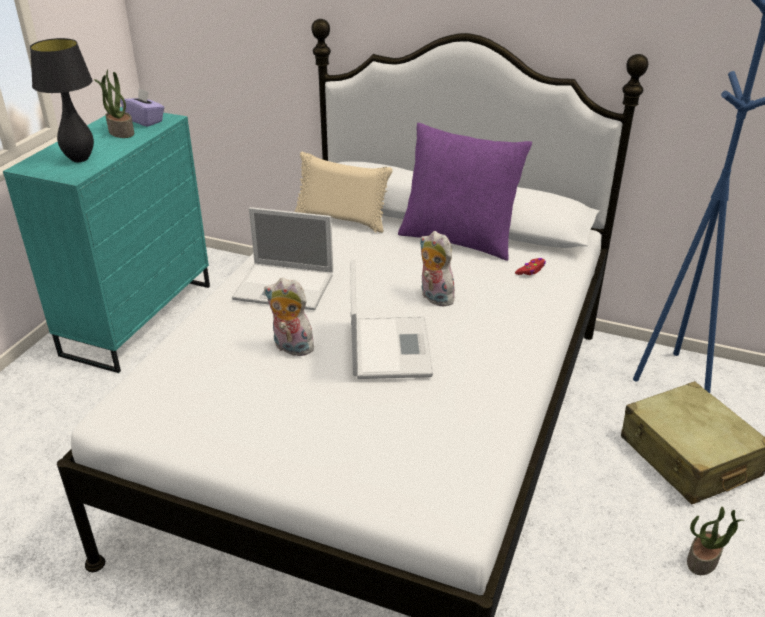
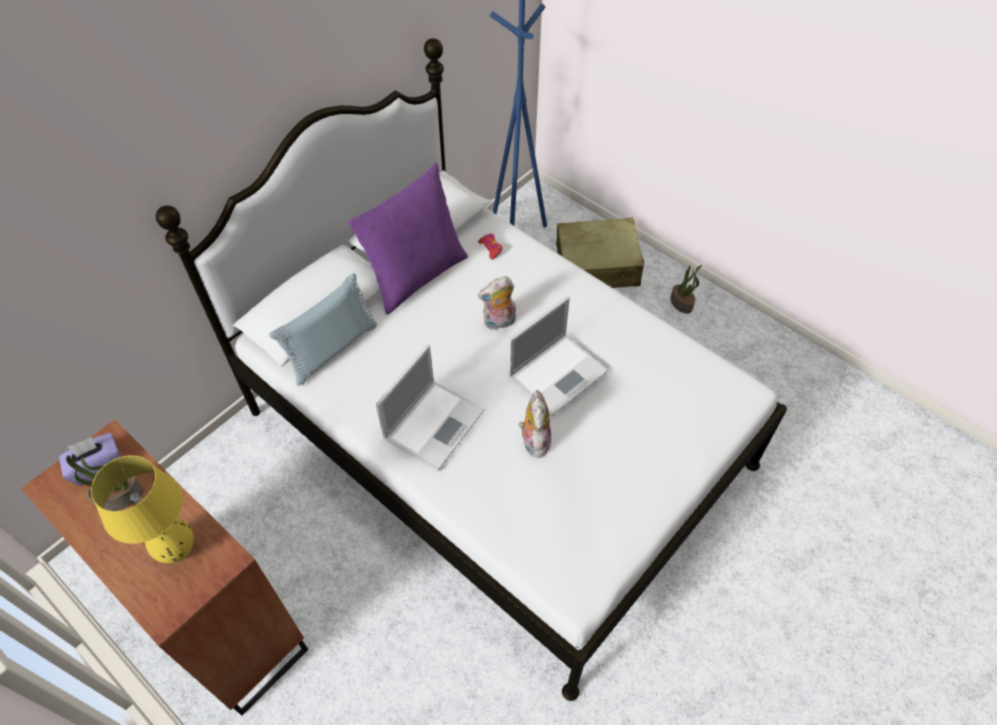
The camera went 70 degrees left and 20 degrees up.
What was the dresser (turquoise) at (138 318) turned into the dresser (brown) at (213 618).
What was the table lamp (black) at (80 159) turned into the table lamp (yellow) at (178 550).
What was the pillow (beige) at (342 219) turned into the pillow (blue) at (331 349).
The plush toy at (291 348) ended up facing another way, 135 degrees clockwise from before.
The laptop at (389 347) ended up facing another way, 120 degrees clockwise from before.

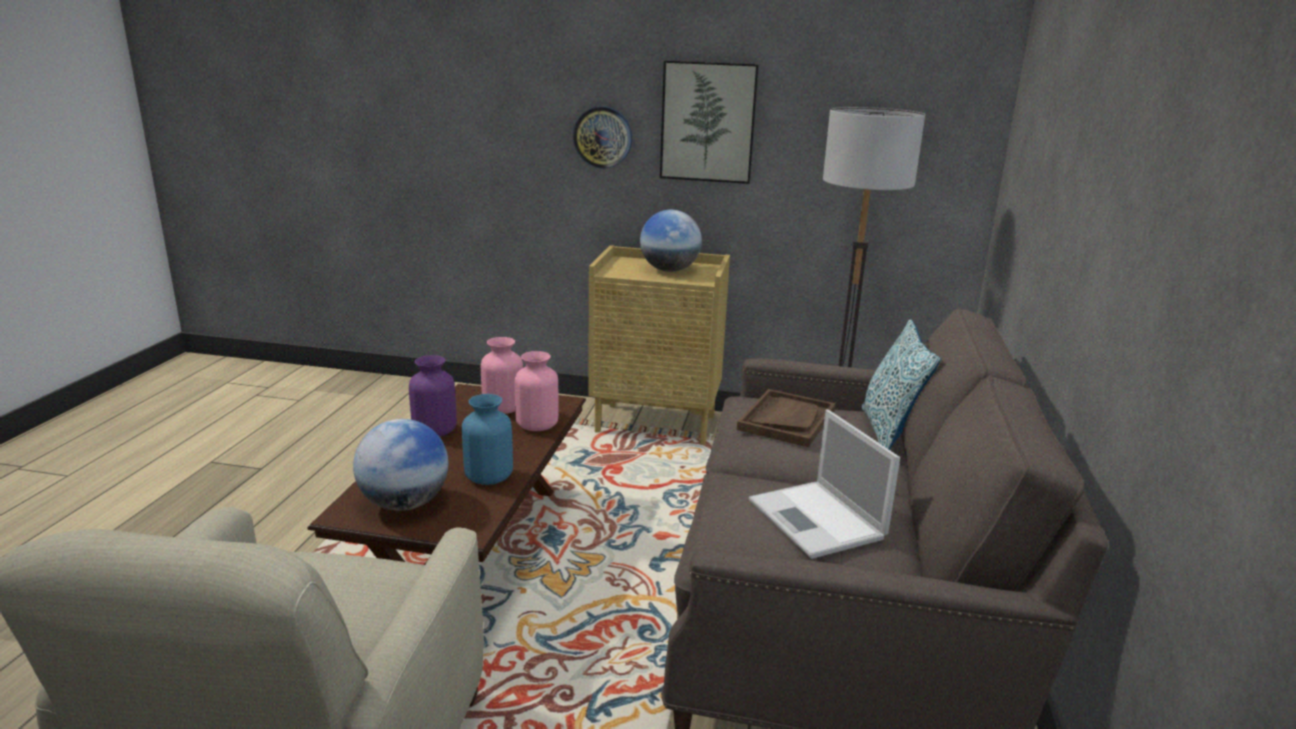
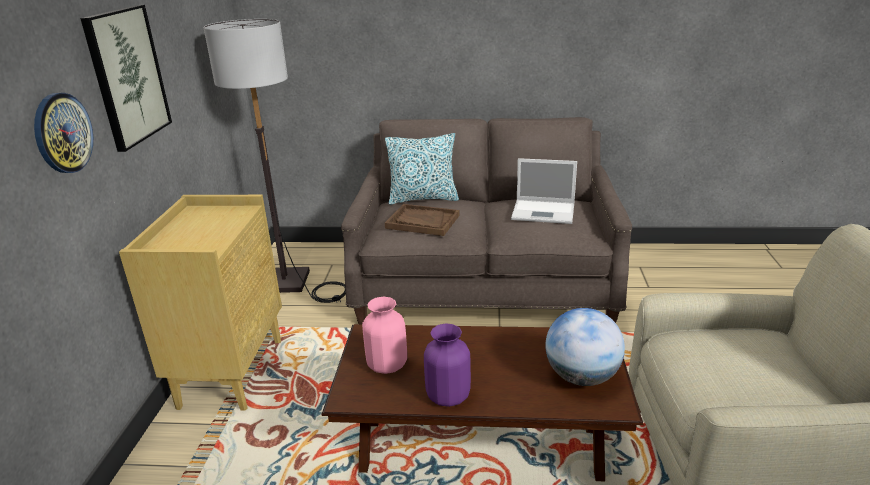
The camera went 95 degrees left and 5 degrees up.
The second view lost the vase (blue) at (489 477).
The second view lost the vase (pink) at (537 425).
The second view lost the globe at (669 270).
The laptop at (817 520) ended up facing another way, 45 degrees clockwise from before.

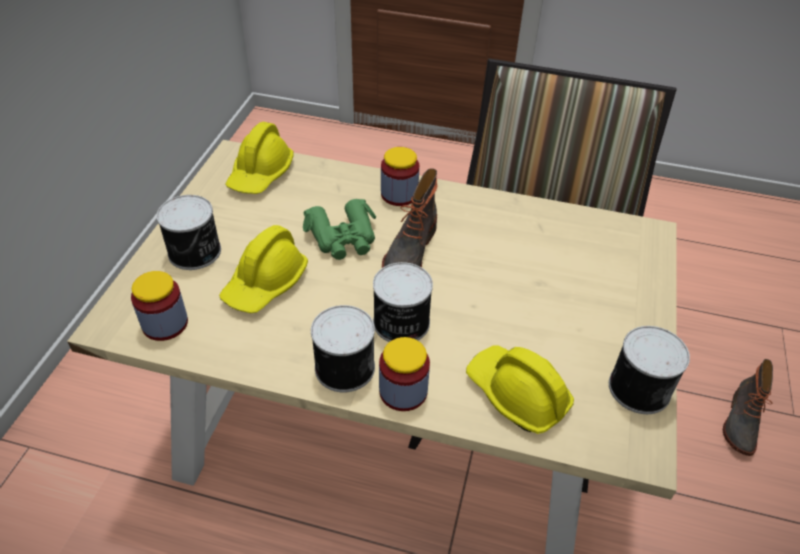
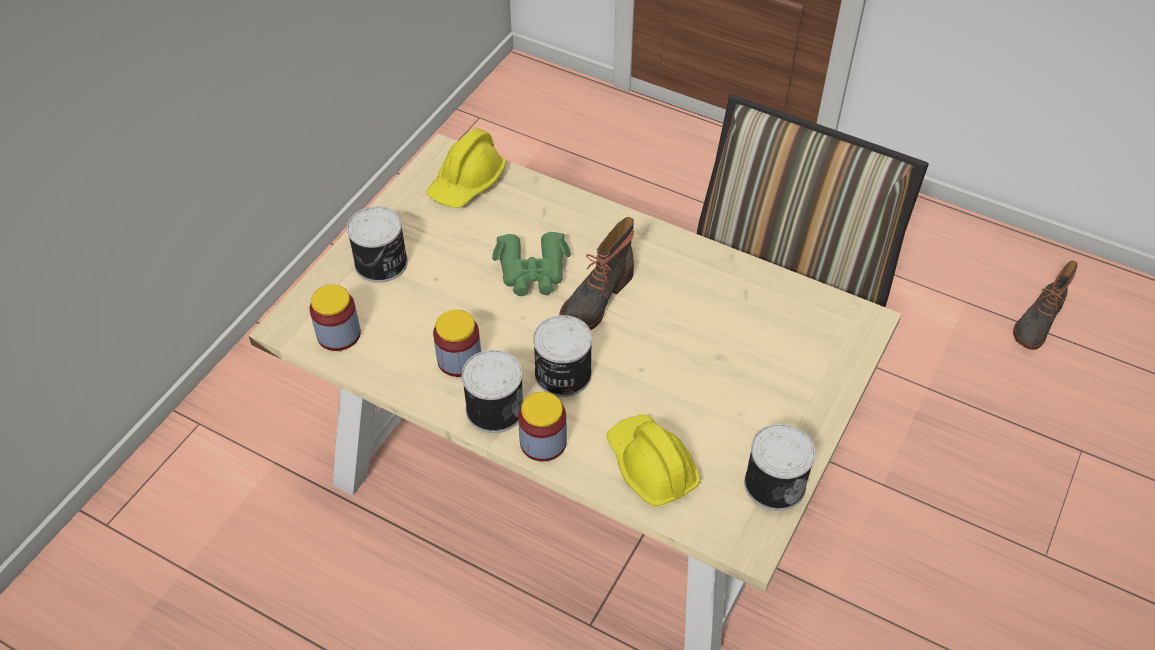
The camera went 15 degrees right and 5 degrees up.
The second view lost the hard hat (yellow) at (265 284).
The jar ended up elsewhere, having gone from (399 194) to (459 359).
The boot ended up elsewhere, having gone from (740 422) to (1036 322).

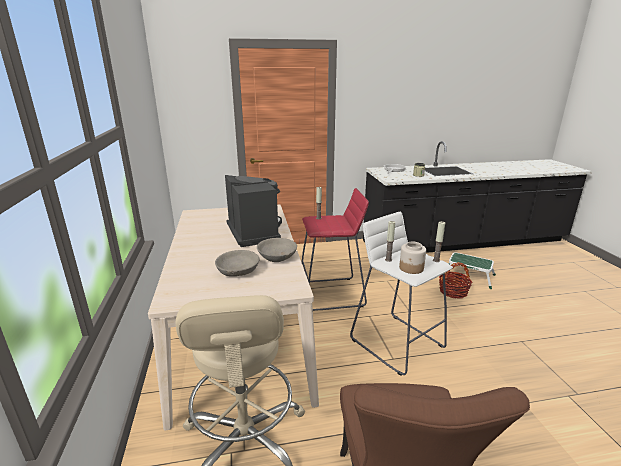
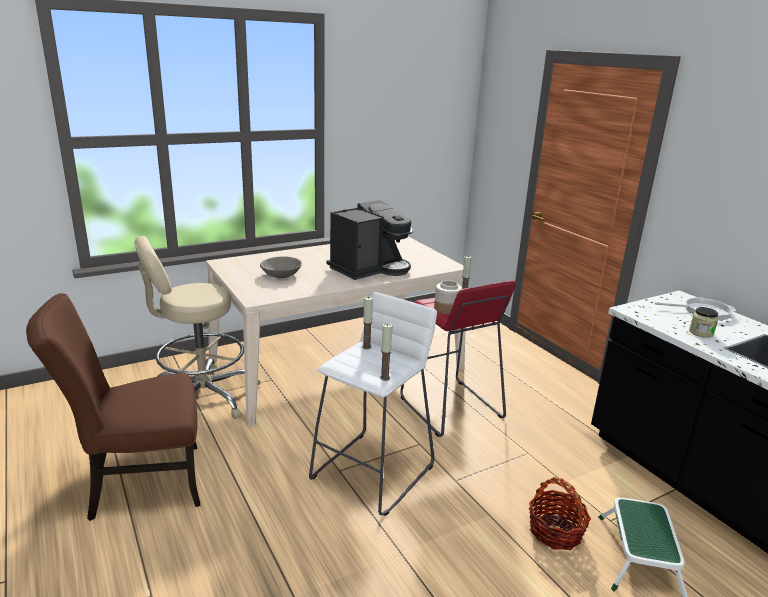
The camera went 70 degrees right and 0 degrees up.
The second view lost the bowl (grey) at (277 257).
The jar ended up elsewhere, having gone from (411 268) to (446 309).

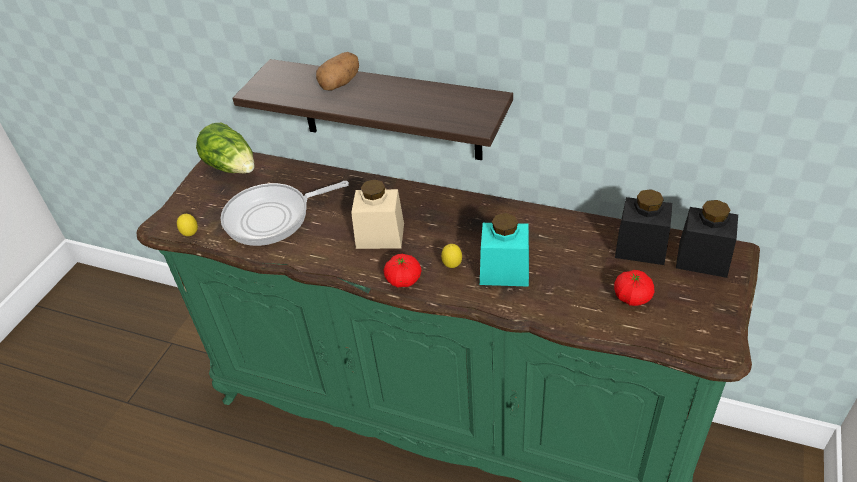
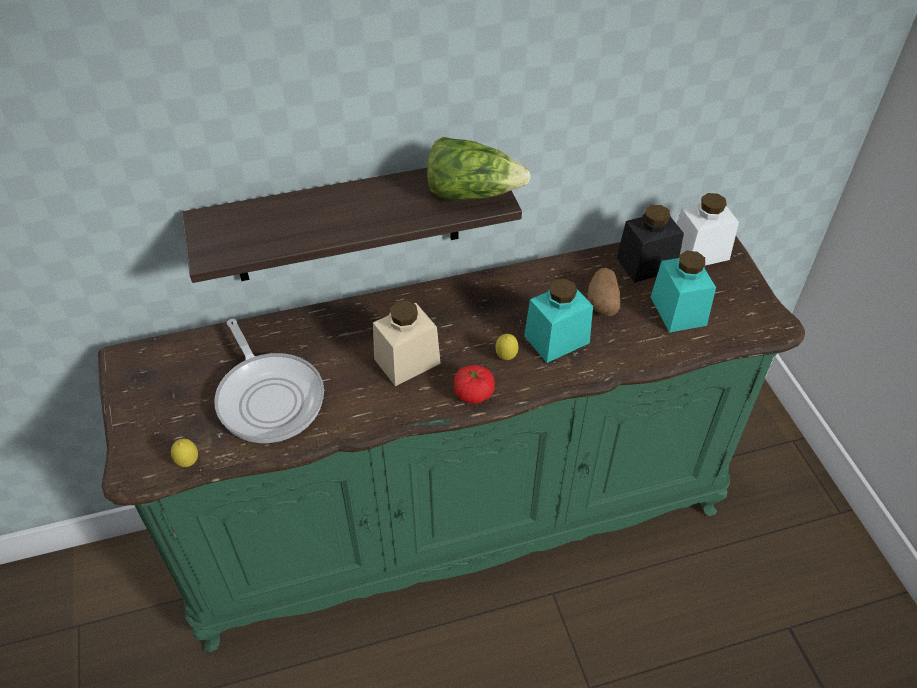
The camera went 40 degrees left and 5 degrees up.
The lettuce ended up elsewhere, having gone from (233 167) to (472 193).
The potato ended up elsewhere, having gone from (340 84) to (602 302).
Where the tomato stood at (632 297), the jar (turquoise) came to stand at (678 311).
What was the jar (black) at (702 259) turned into the jar (white) at (699 252).
The frying pan at (273 217) ended up facing another way, 60 degrees counterclockwise from before.

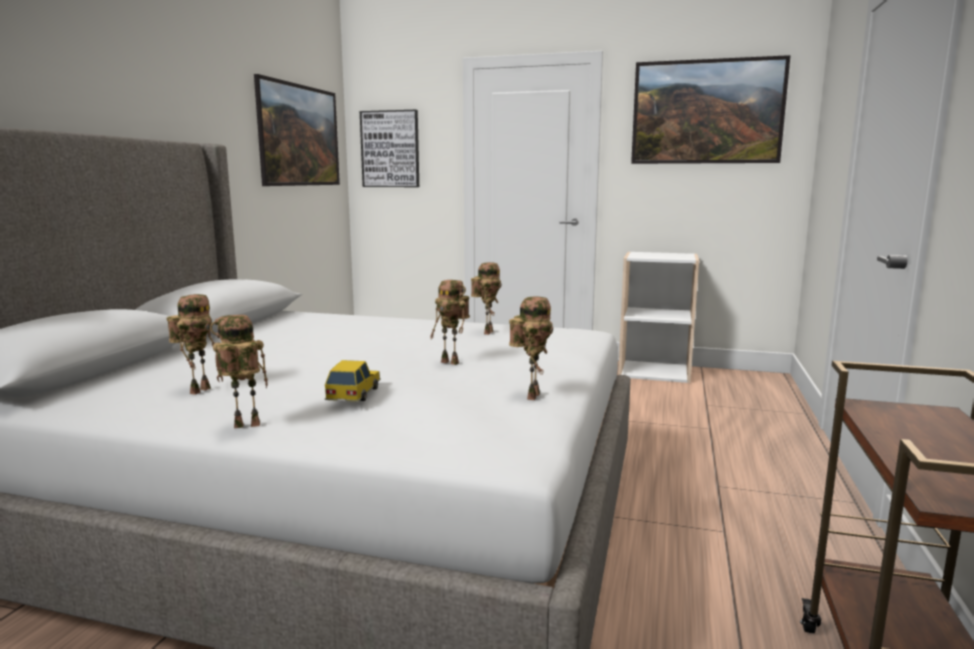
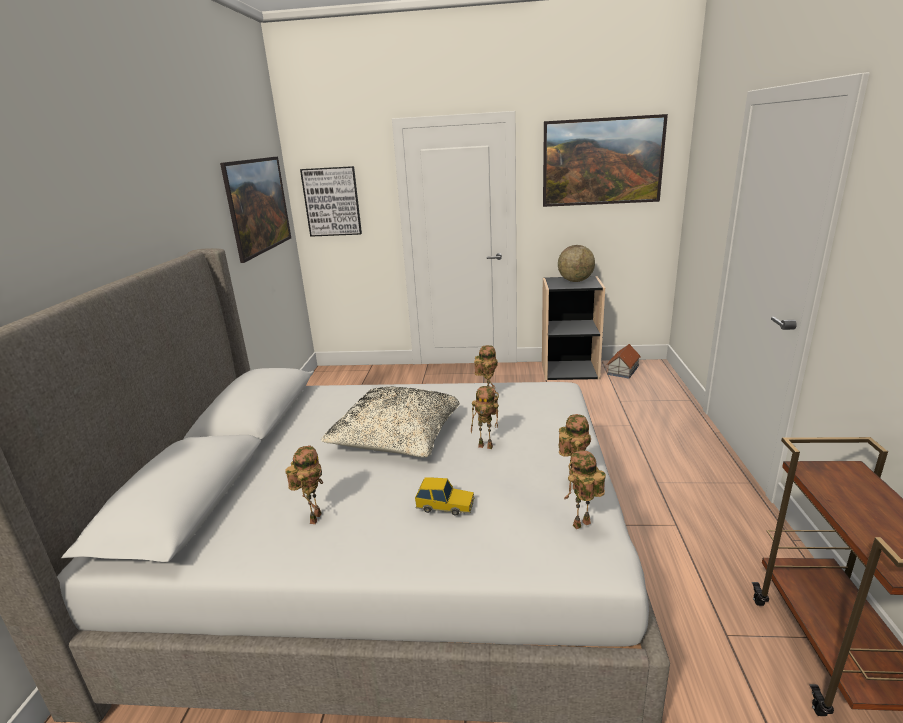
The camera went 10 degrees left and 10 degrees up.
The second view gained the pillow (beige) at (397 435).
The second view gained the globe at (575 281).
The second view gained the toy house at (623 370).
The toy robot ended up elsewhere, having gone from (244 427) to (582 526).
What was the bookcase (white) at (655 371) turned into the bookcase (black) at (570 370).
The toy car at (354 393) ended up facing another way, 105 degrees clockwise from before.

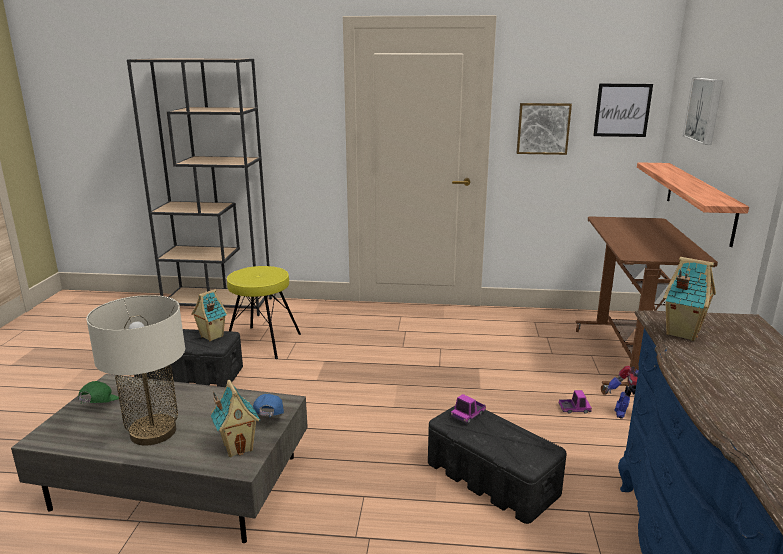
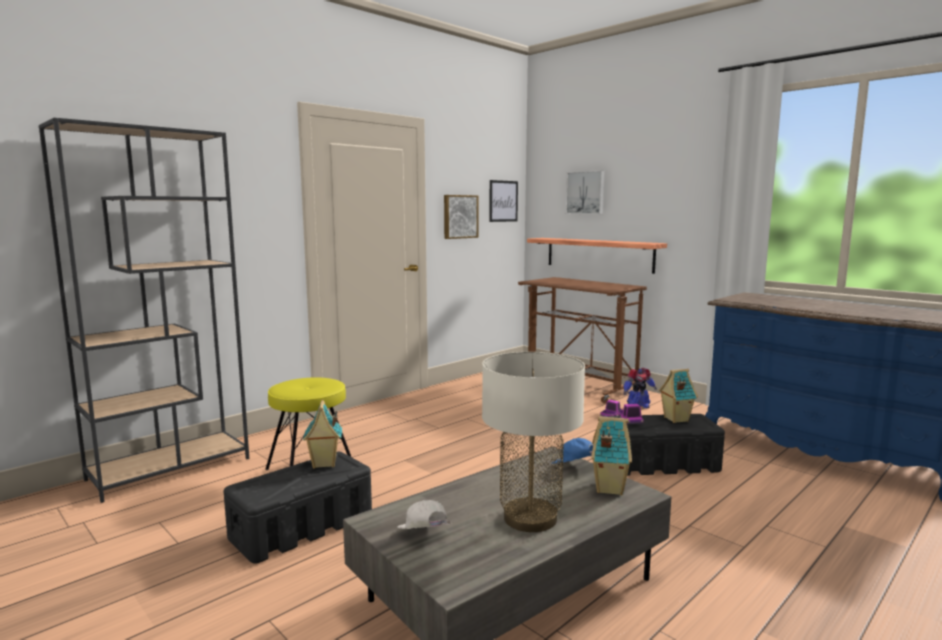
The camera went 50 degrees left and 10 degrees down.
The toy house ended up elsewhere, having gone from (681 332) to (675 419).
What was the cap (green) at (98 406) turned into the cap (white) at (424 536).

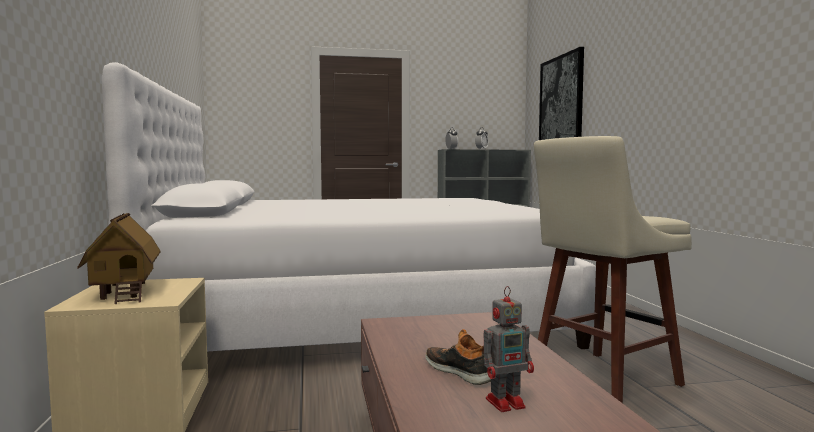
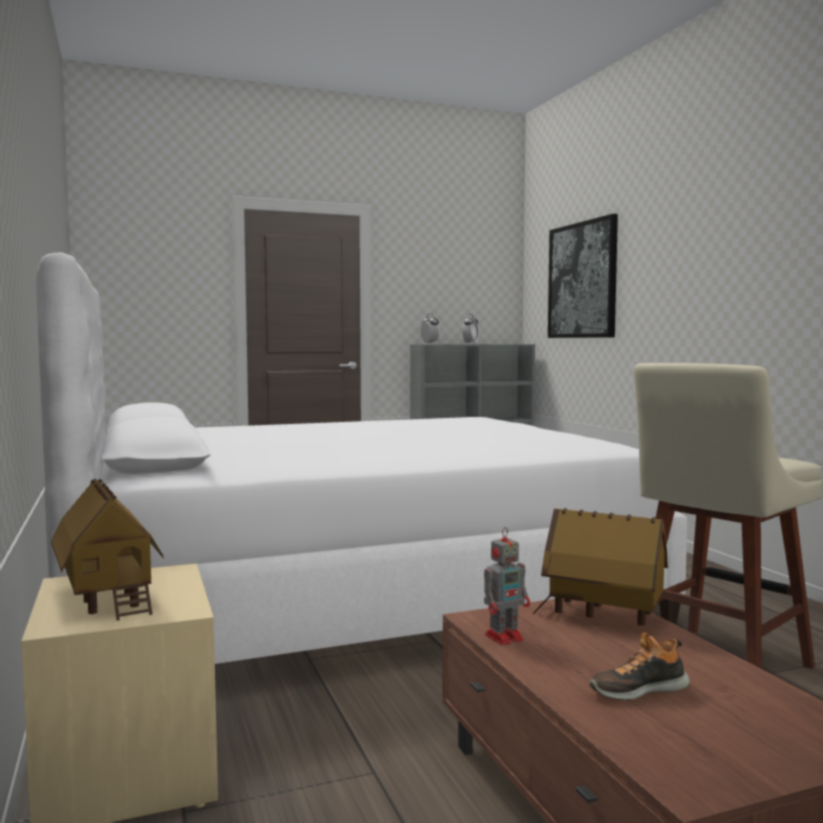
The camera went 10 degrees left and 0 degrees up.
The second view gained the toy house at (602 615).
The toy robot ended up elsewhere, having gone from (507 402) to (505 637).
The shoe at (459 372) ended up facing another way, 60 degrees counterclockwise from before.

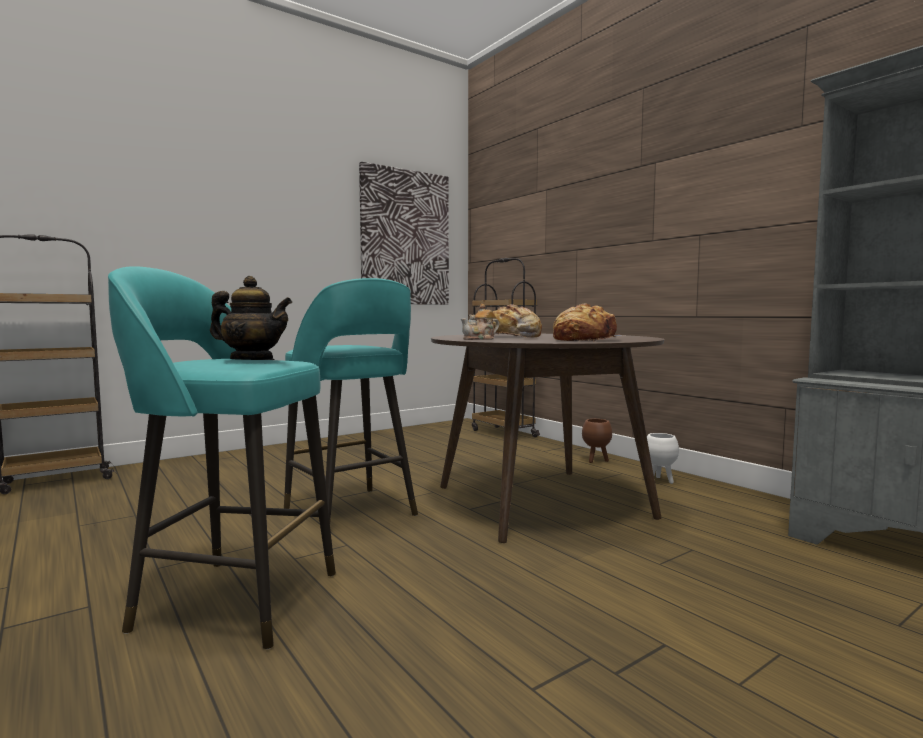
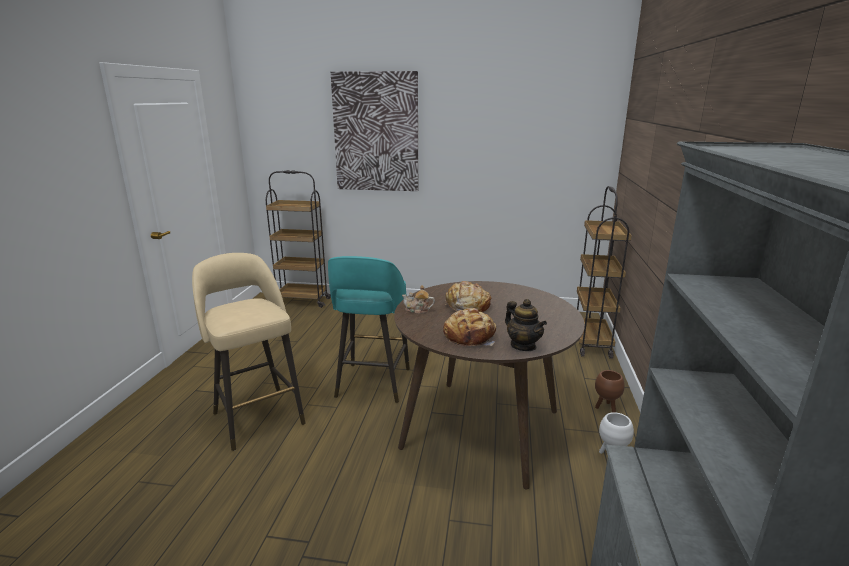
The camera went 45 degrees right and 15 degrees up.
The teapot ended up elsewhere, having gone from (252 360) to (523 346).
The picture ended up elsewhere, having gone from (405 238) to (376 132).
What was the stool (turquoise) at (233 599) turned into the stool (beige) at (257 416).

